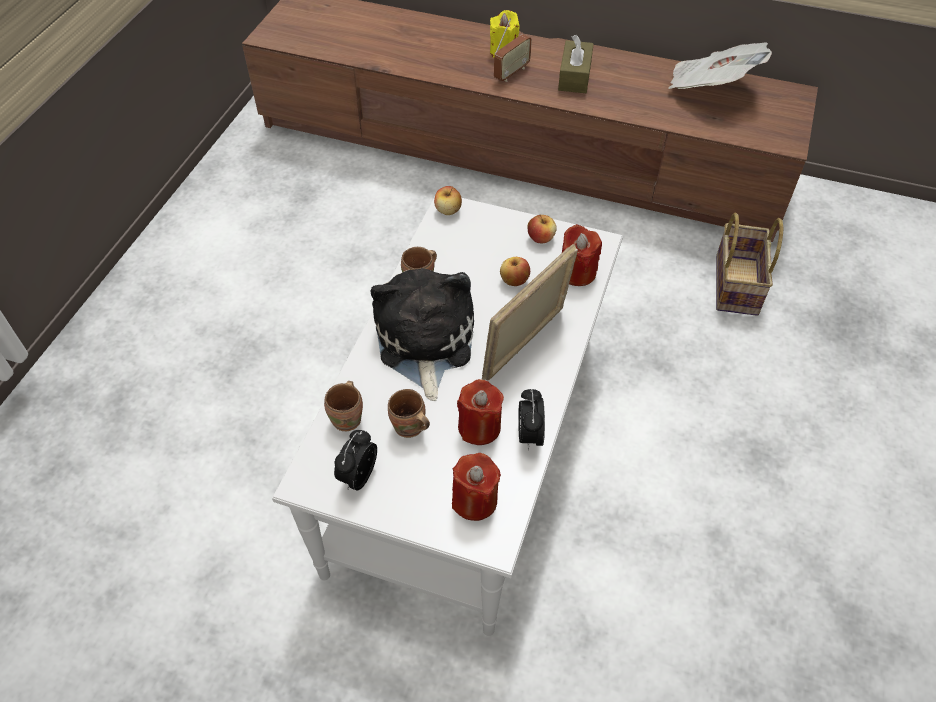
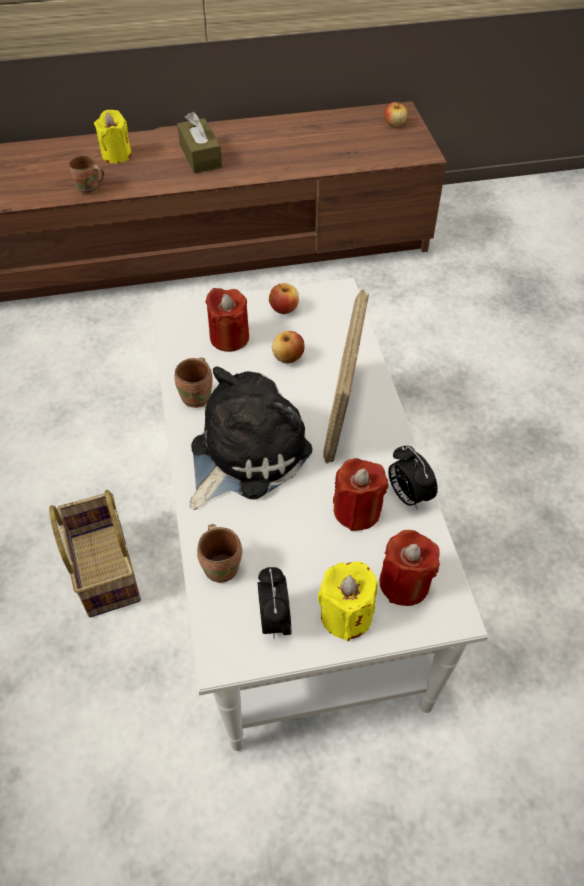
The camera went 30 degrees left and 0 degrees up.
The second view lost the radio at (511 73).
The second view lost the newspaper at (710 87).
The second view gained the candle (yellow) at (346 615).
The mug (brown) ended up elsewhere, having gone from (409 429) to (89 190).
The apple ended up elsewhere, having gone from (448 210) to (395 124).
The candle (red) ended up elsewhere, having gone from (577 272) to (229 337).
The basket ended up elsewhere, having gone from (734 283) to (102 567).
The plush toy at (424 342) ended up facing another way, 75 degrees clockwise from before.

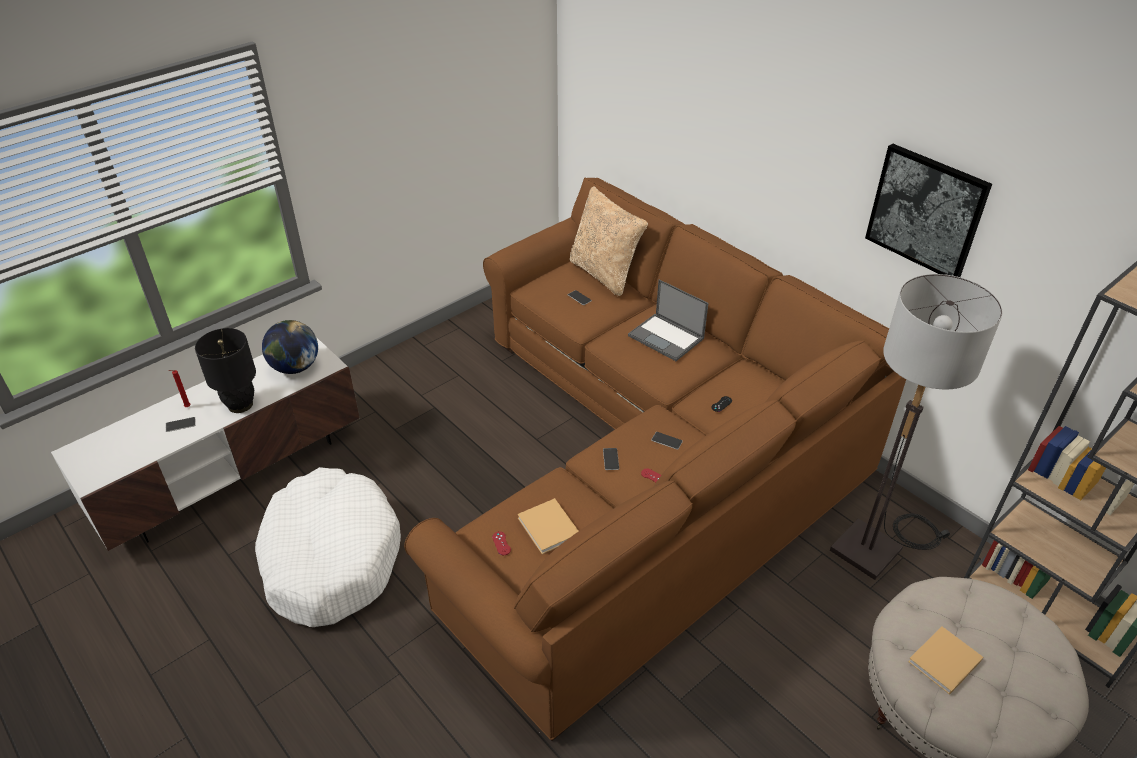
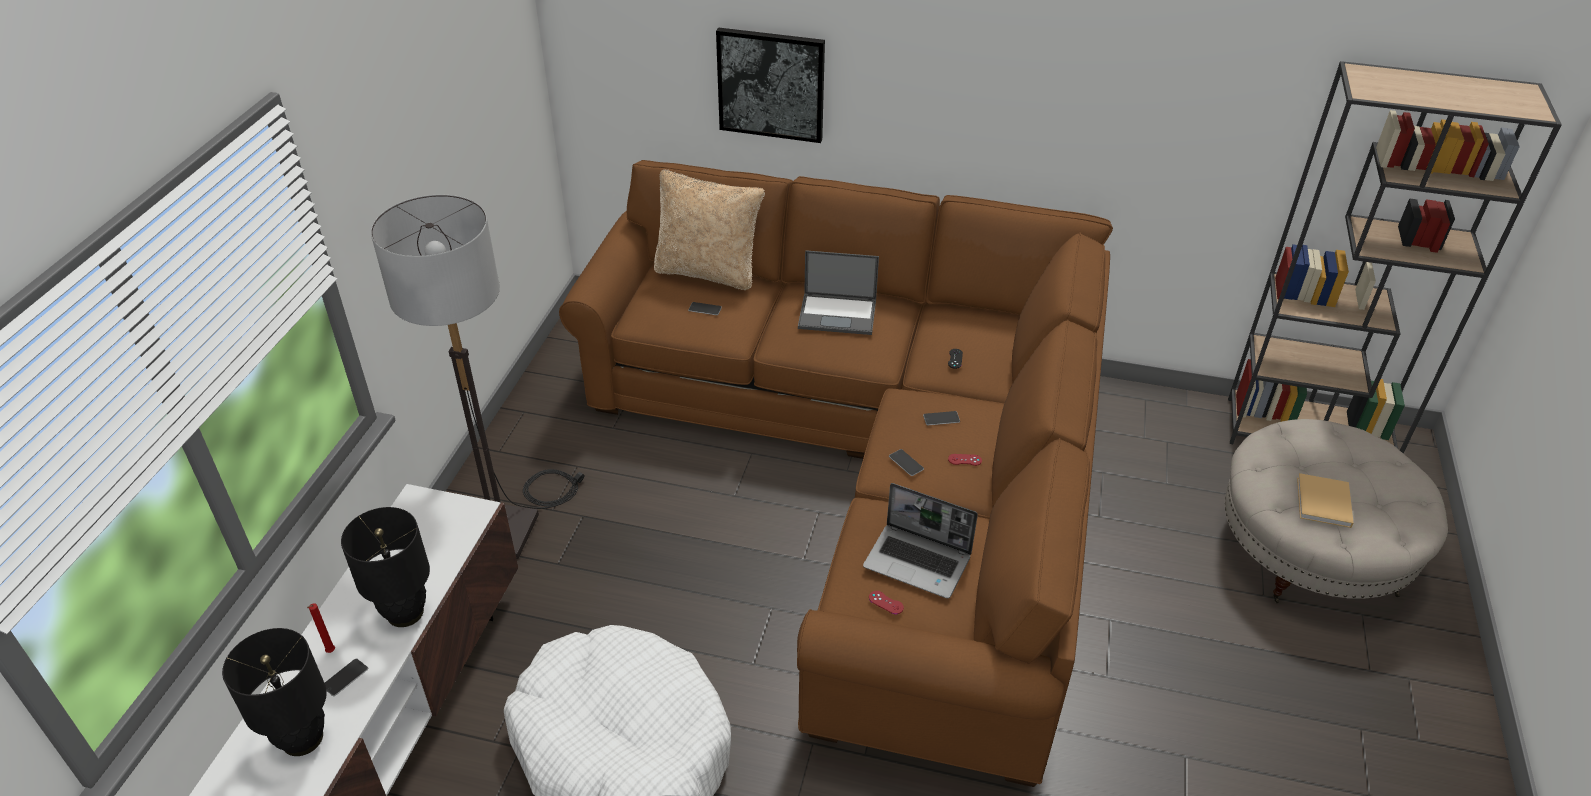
The camera went 35 degrees left and 0 degrees up.
The second view lost the globe at (295 367).
The second view gained the table lamp (black) at (302 739).
The floor lamp ended up elsewhere, having gone from (881 546) to (516 520).
The picture ended up elsewhere, having gone from (926 211) to (771 84).
Where the book (beige) stood at (549 529), the laptop came to stand at (918 562).

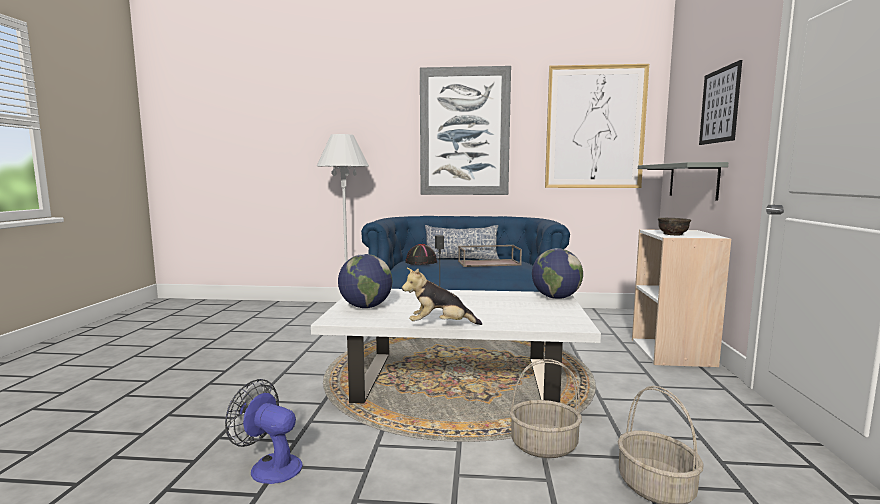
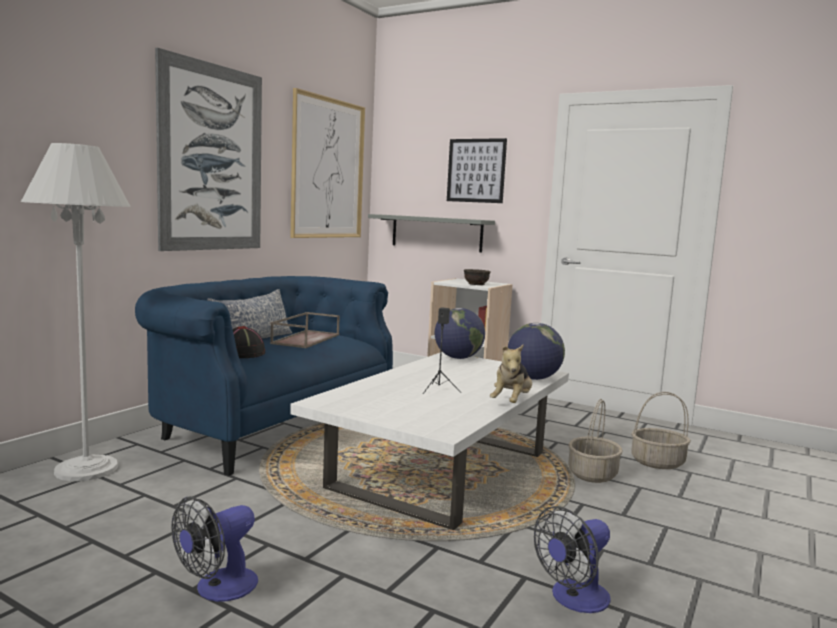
The camera went 65 degrees left and 0 degrees up.
The second view gained the fan at (217 589).
The globe ended up elsewhere, having gone from (365 307) to (533 378).

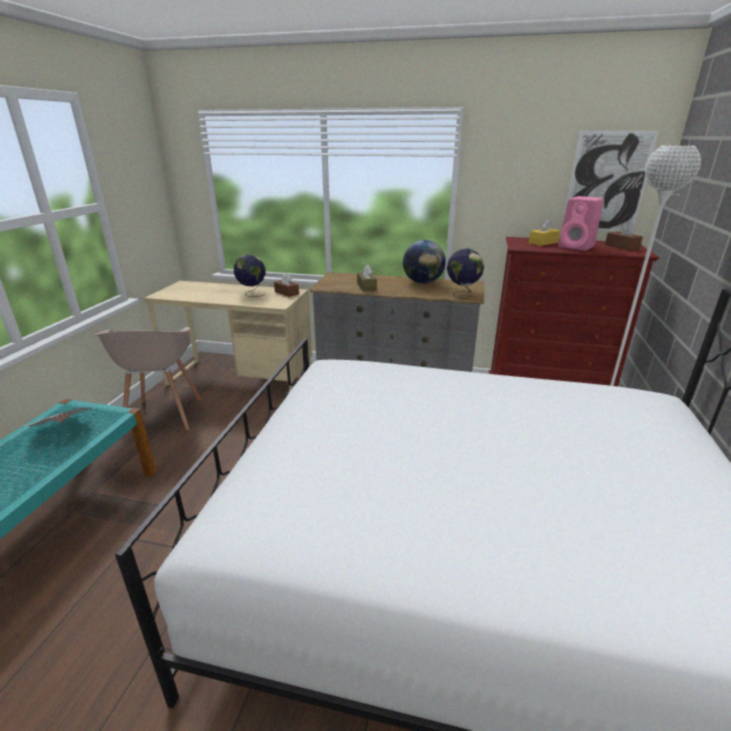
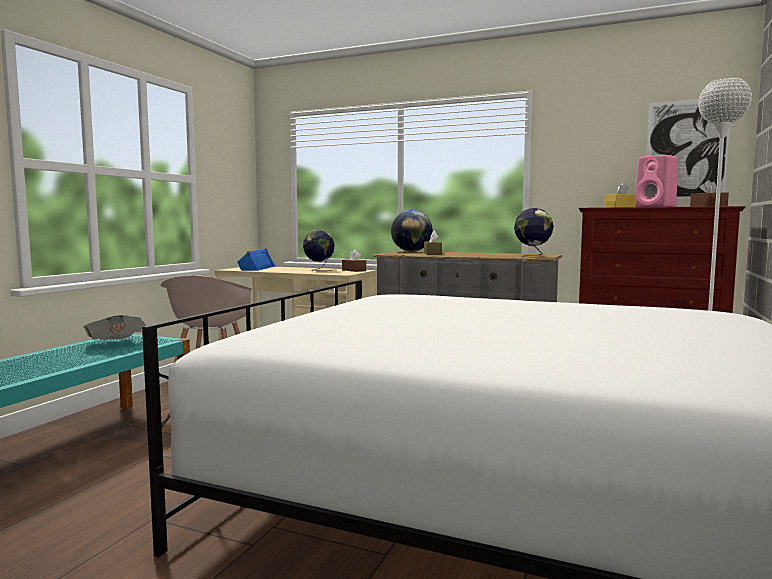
The camera went 10 degrees right and 20 degrees down.
The second view gained the speaker (blue) at (256 268).
The globe ended up elsewhere, having gone from (422 282) to (411 251).

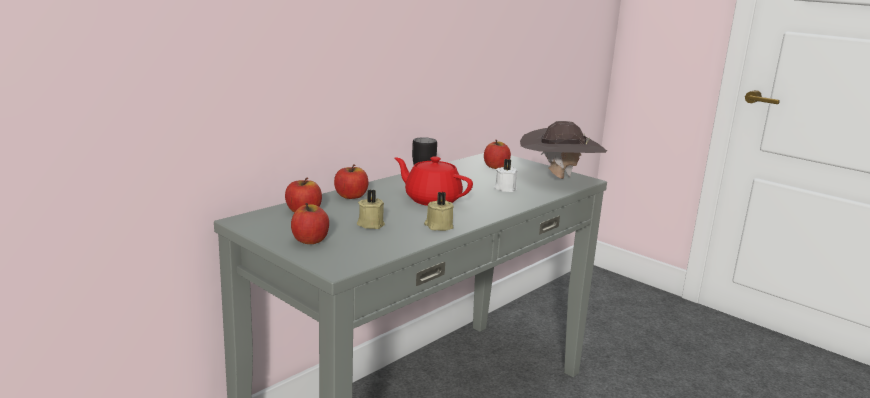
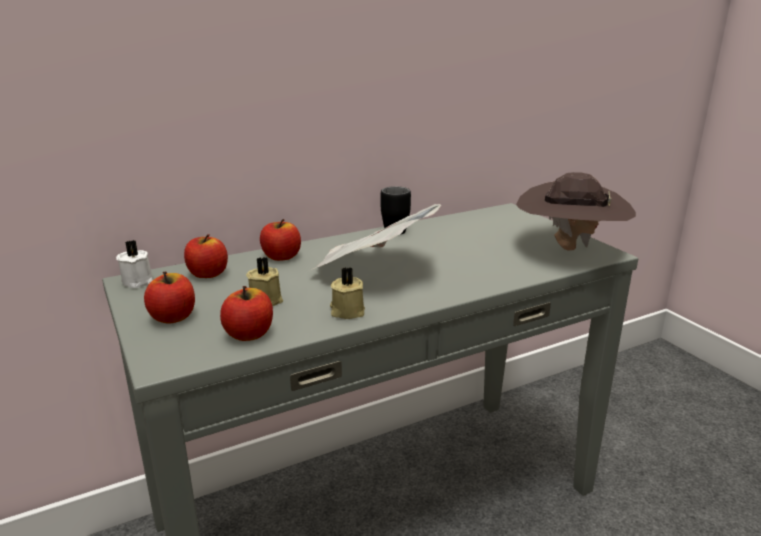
The camera went 20 degrees right and 5 degrees up.
The apple ended up elsewhere, having gone from (496 167) to (249 334).
The candle (white) ended up elsewhere, having gone from (505 188) to (138 281).
Where the teapot (red) stood at (432 200), the newspaper came to stand at (373 269).

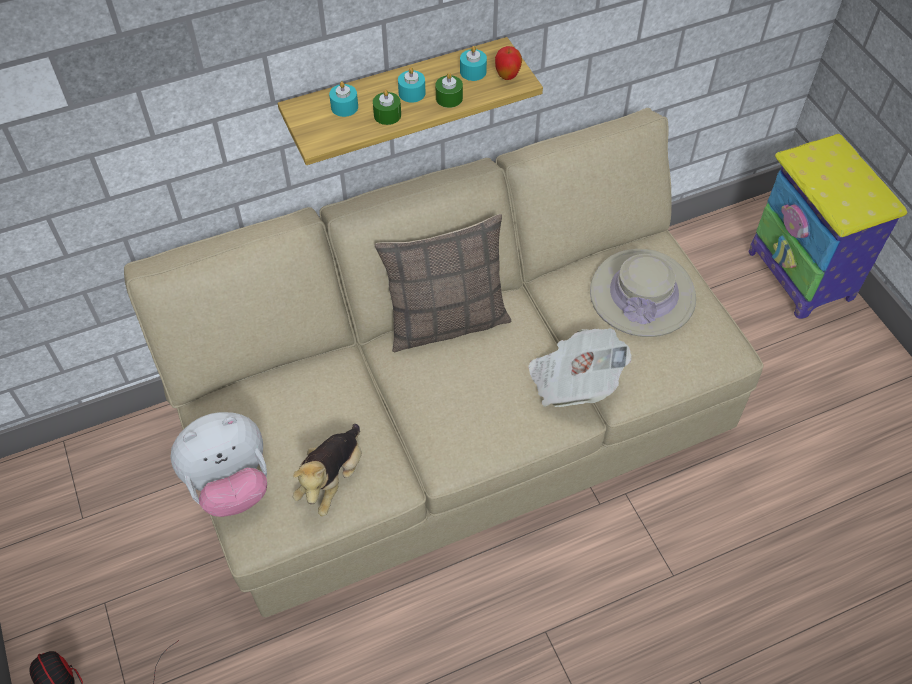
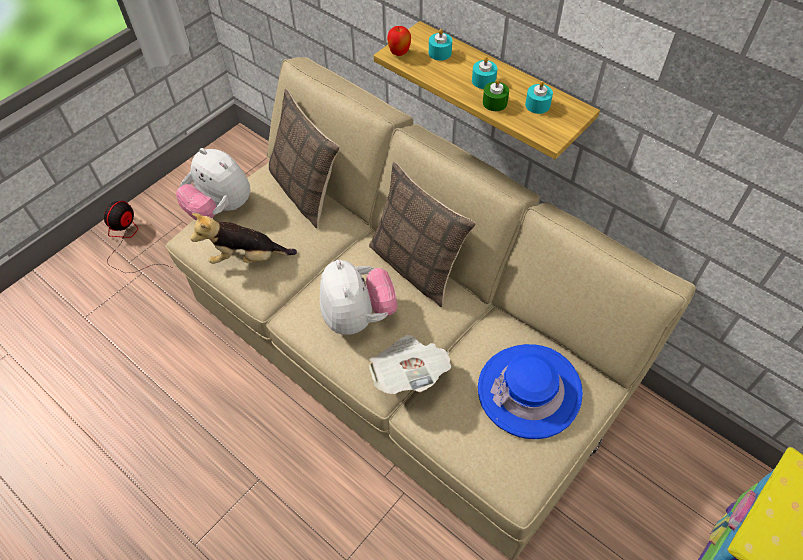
The camera went 65 degrees right and 0 degrees up.
The second view lost the candle (green) at (387 115).
The second view gained the pillow at (306 192).
The second view gained the plush toy at (358 316).
The apple ended up elsewhere, having gone from (507 76) to (399 53).
What was the hat (beige) at (642 295) turned into the hat (blue) at (529 391).

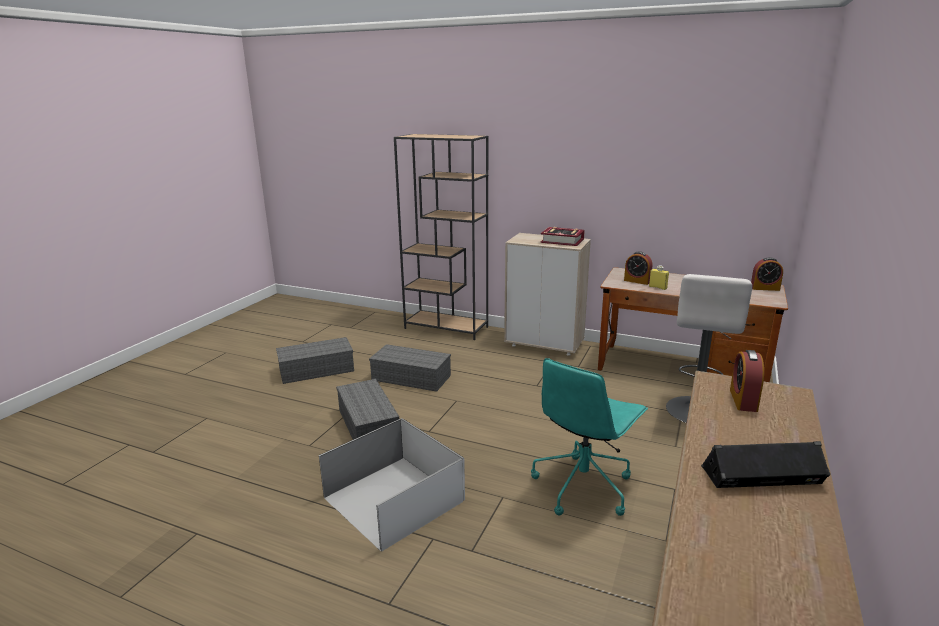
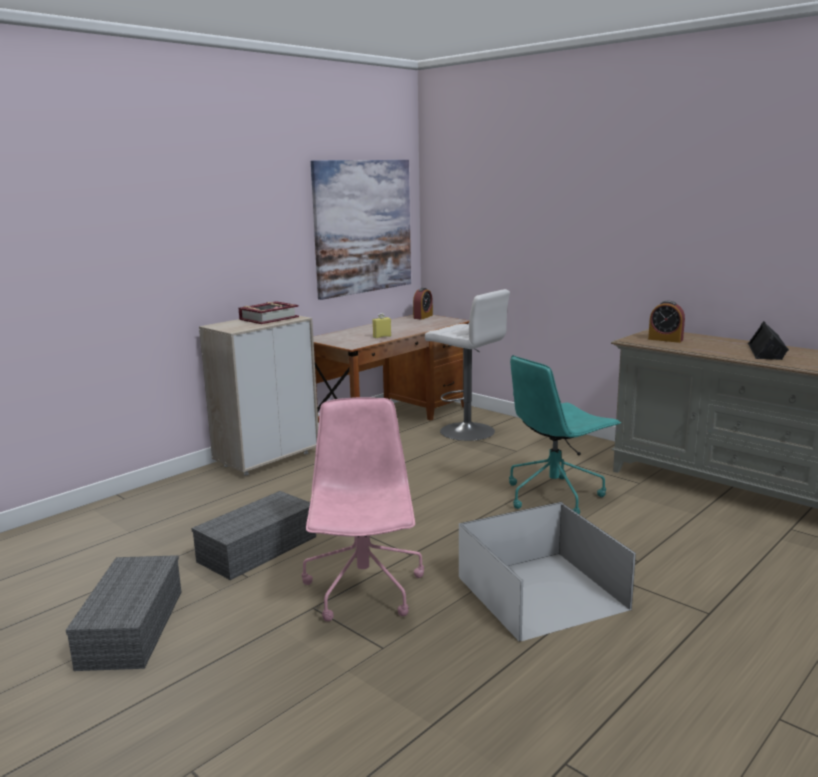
The camera went 70 degrees left and 5 degrees down.
The second view lost the bookcase at (446 327).
The second view lost the alarm clock at (637 281).
The second view gained the picture at (363 227).
Where the storage box (grey) stood at (369 425), the office chair (pink) came to stand at (364 593).
The office chair (turquoise) at (584 485) ended up facing another way, 90 degrees clockwise from before.

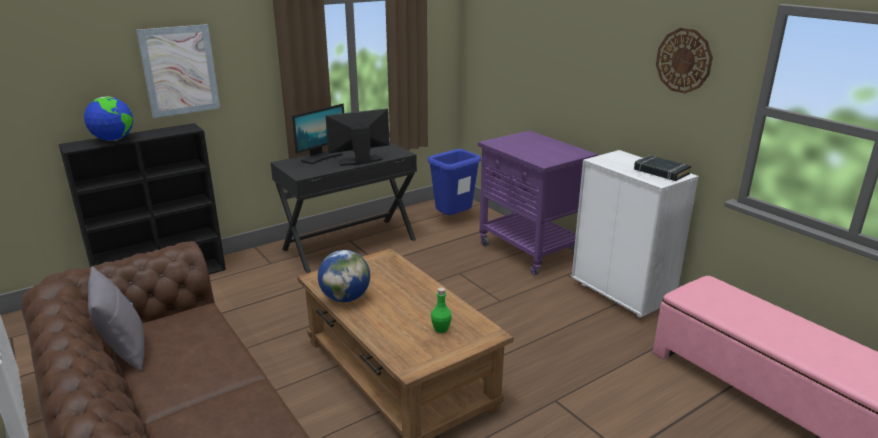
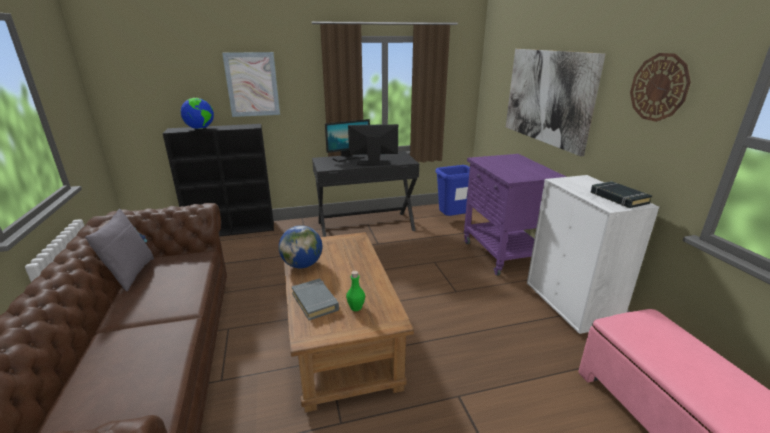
The camera went 20 degrees right and 0 degrees up.
The second view gained the book (grey) at (315 302).
The second view gained the picture at (548 97).

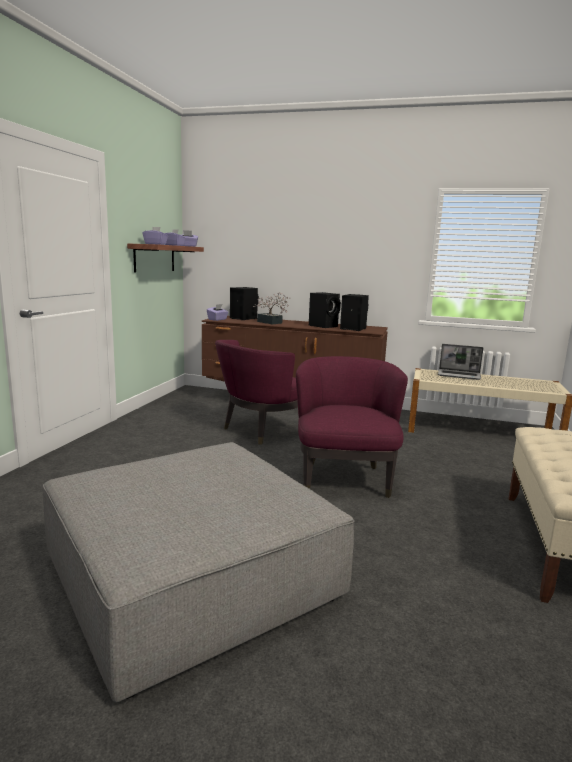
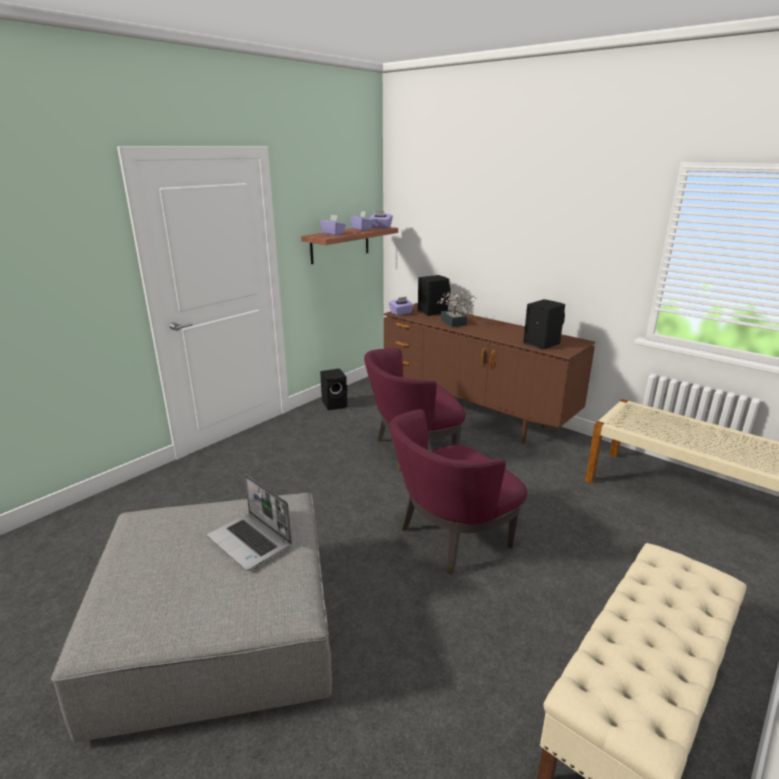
The camera went 25 degrees right and 10 degrees up.
The speaker (black) ended up elsewhere, having gone from (324 326) to (335 404).
The laptop ended up elsewhere, having gone from (459 375) to (251 542).
The armchair (purple) at (344 478) ended up facing another way, 150 degrees counterclockwise from before.

